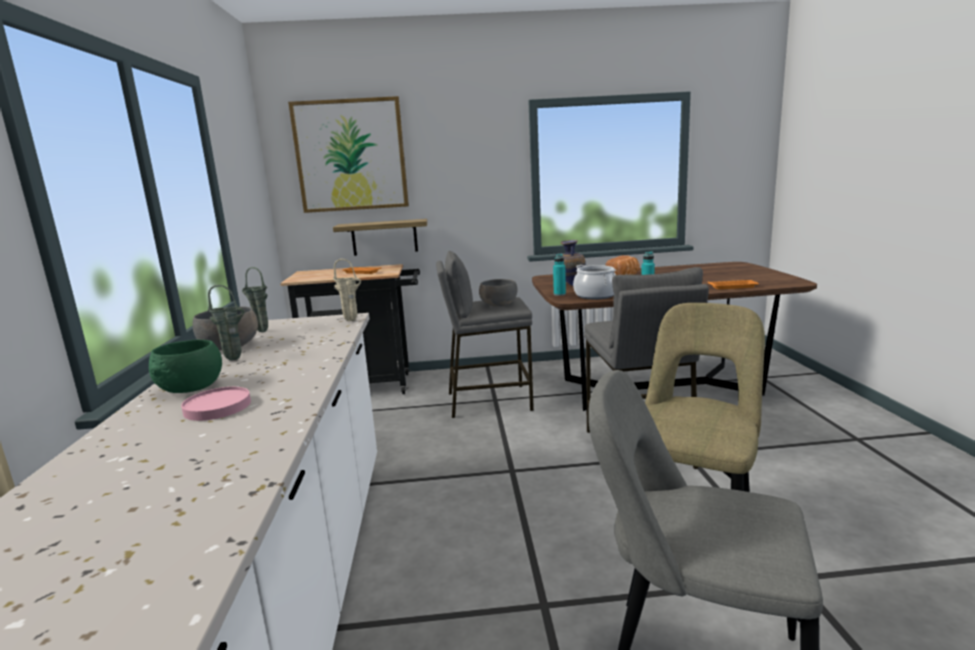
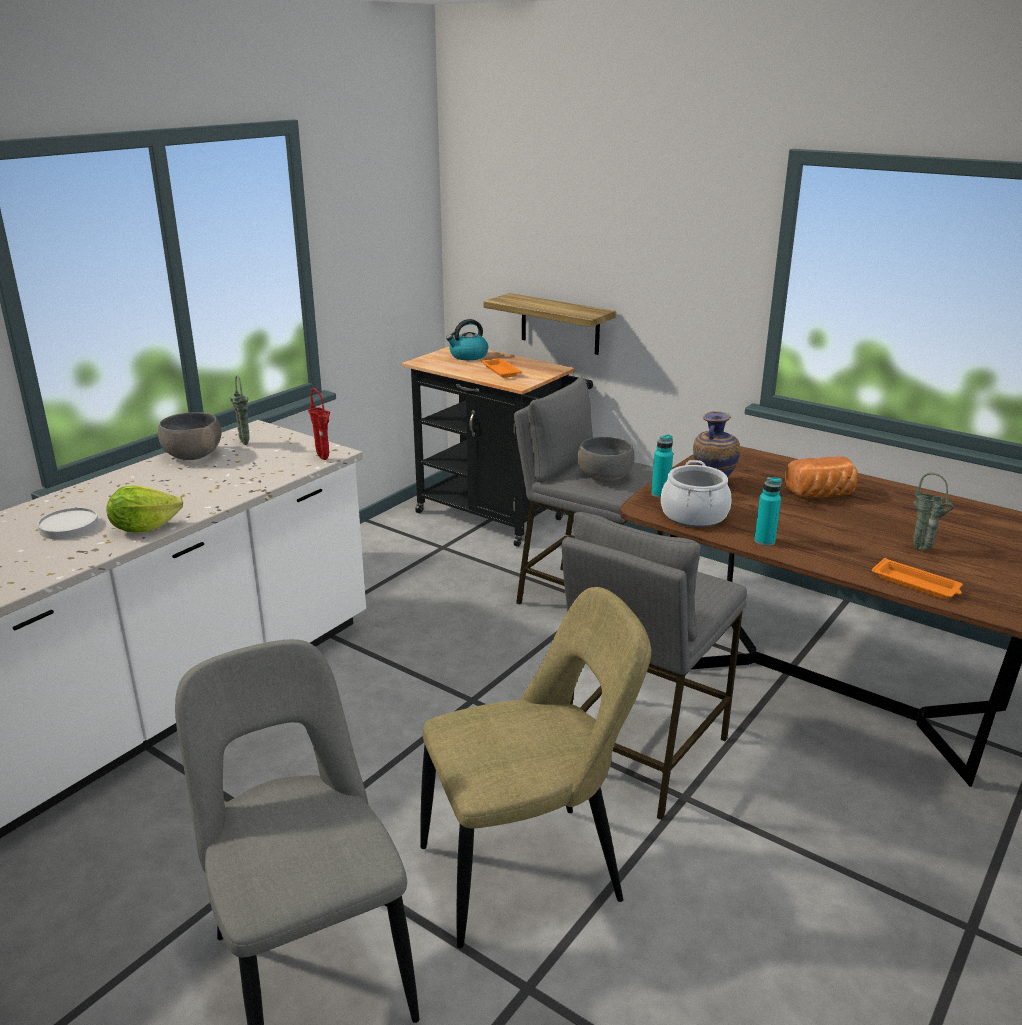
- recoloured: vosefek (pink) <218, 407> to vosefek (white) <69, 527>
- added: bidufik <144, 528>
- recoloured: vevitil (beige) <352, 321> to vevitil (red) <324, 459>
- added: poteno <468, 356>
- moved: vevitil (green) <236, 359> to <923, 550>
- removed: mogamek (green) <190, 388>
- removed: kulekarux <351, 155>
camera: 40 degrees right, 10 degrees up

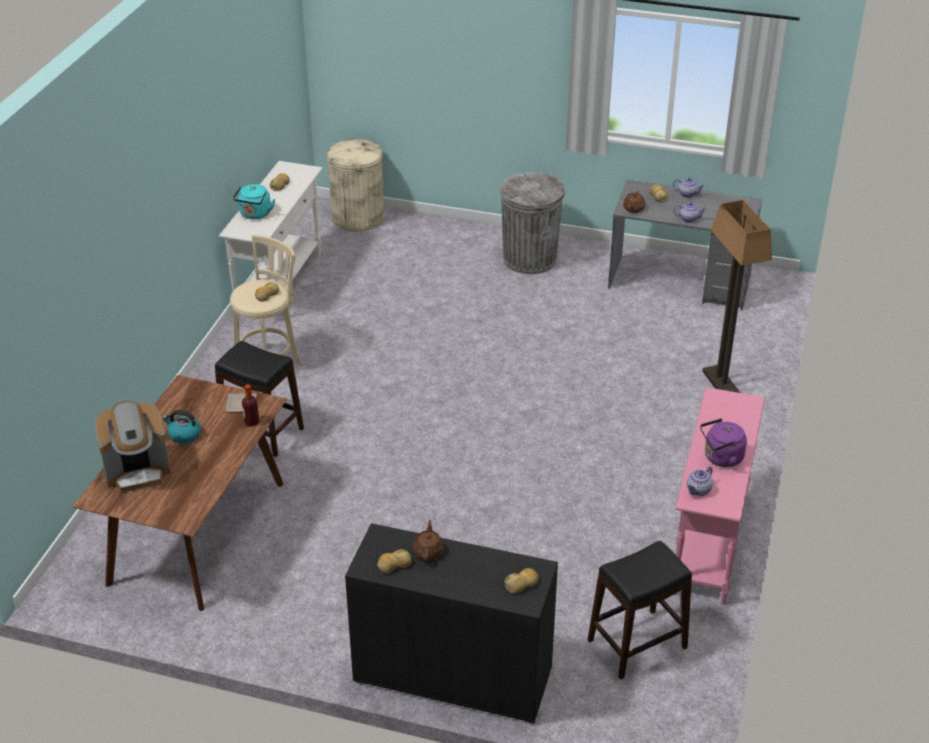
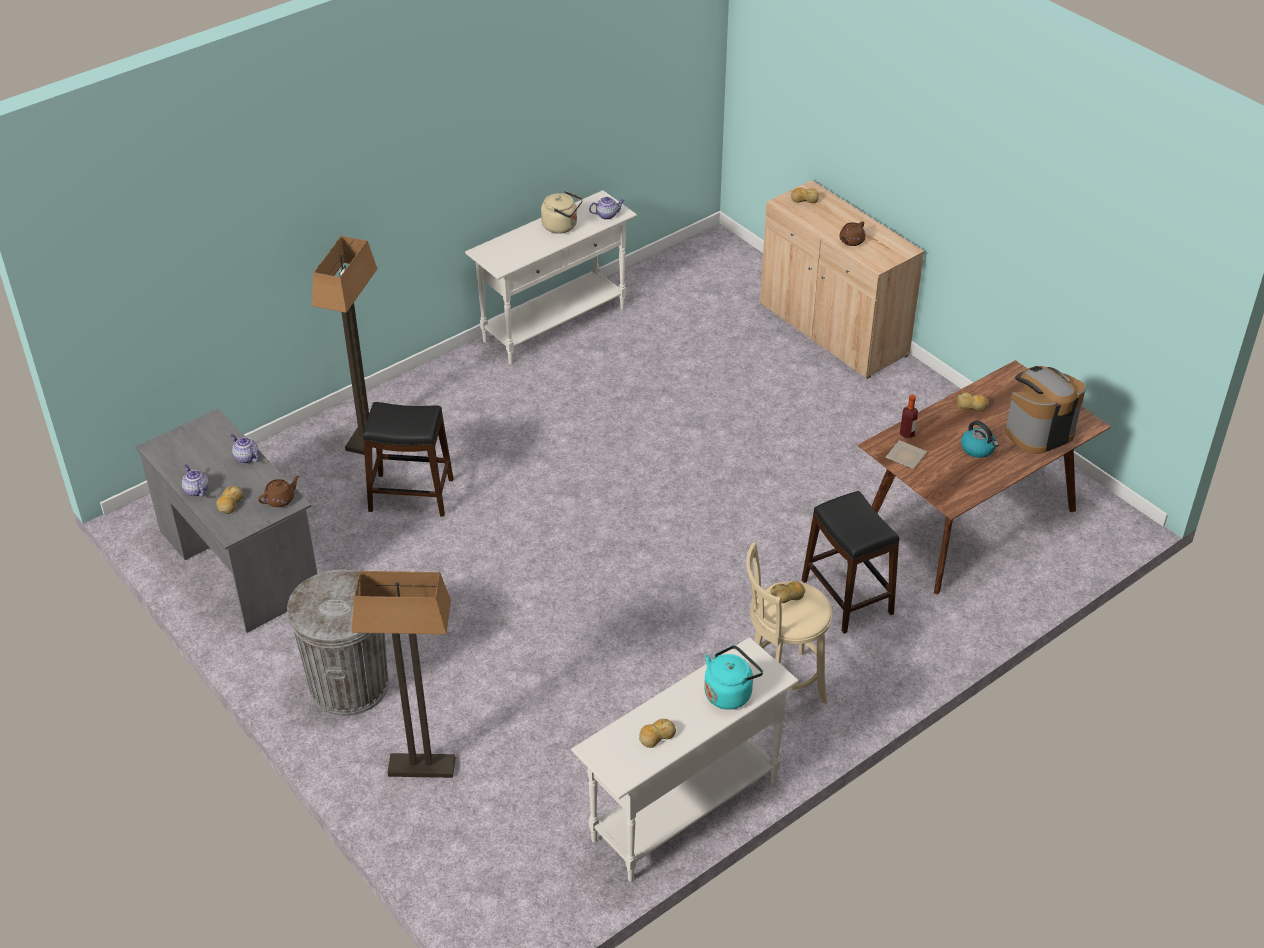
- added: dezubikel <421, 767>
- moved: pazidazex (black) <638, 644> to <411, 494>
- recoloured: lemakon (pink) <709, 544> to lemakon (white) <555, 325>
- recoloured: poteno (purple) <721, 458> to poteno (beige) <562, 226>
- recoloured: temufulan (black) <453, 675> to temufulan (beige) <833, 330>
- moved: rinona <394, 565> to <972, 405>
- turned: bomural <138, 472> = <1038, 432> 45 degrees counterclockwise
- removed: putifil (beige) <358, 217>
camera: 145 degrees left, 5 degrees up

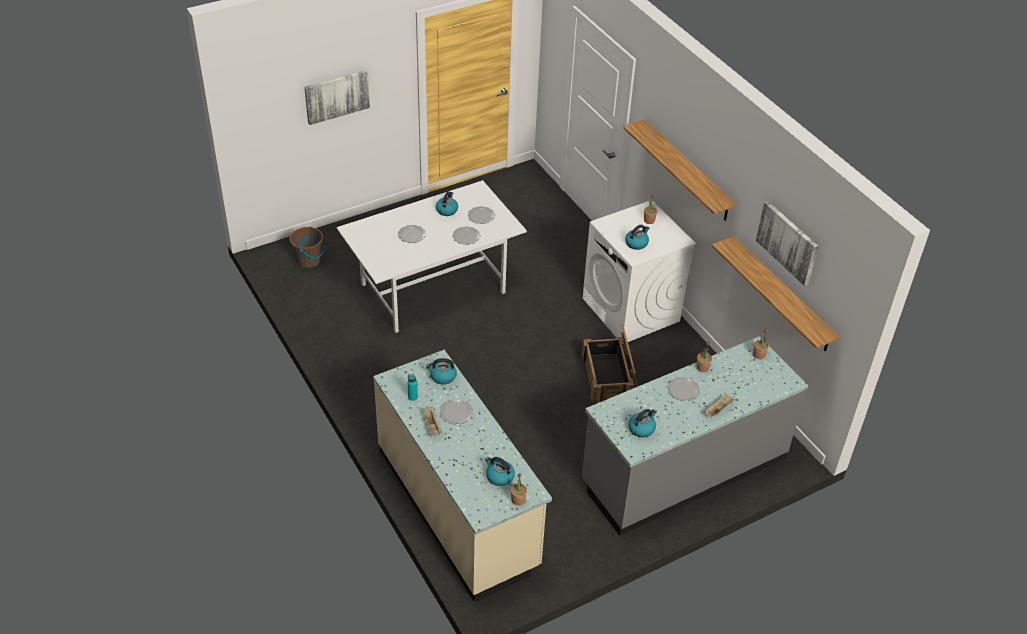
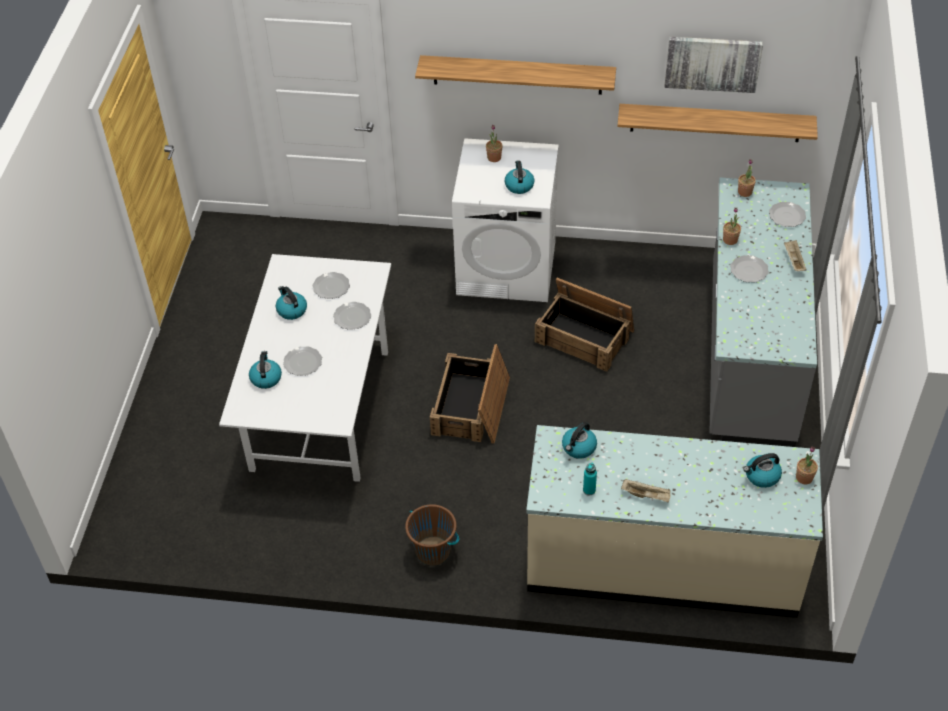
- moved: poteno <641, 428> to <266, 378>
- moved: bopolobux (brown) <309, 261> to <433, 551>
- added: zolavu <472, 407>
- moved: vosefek <457, 413> to <787, 215>
- removed: kulekarux <337, 96>
camera: 50 degrees left, 5 degrees up

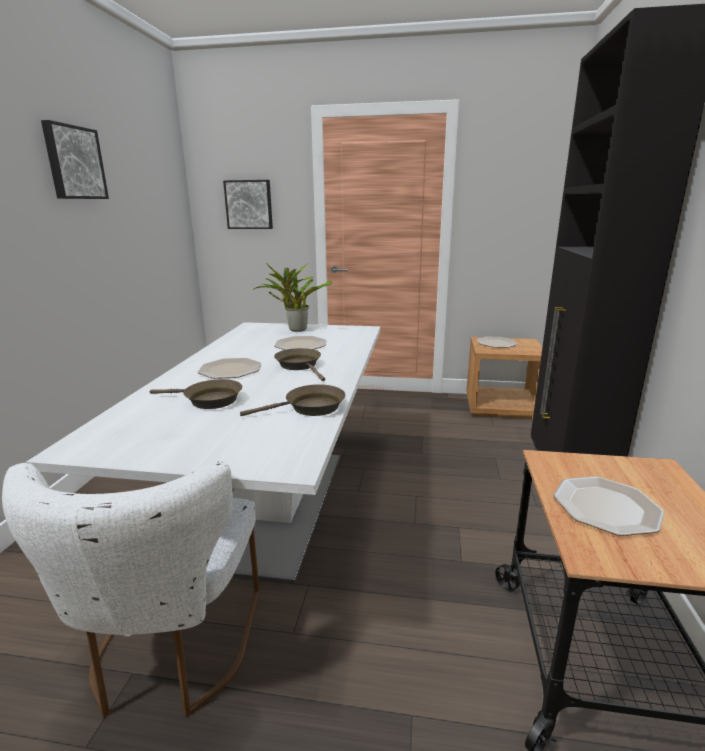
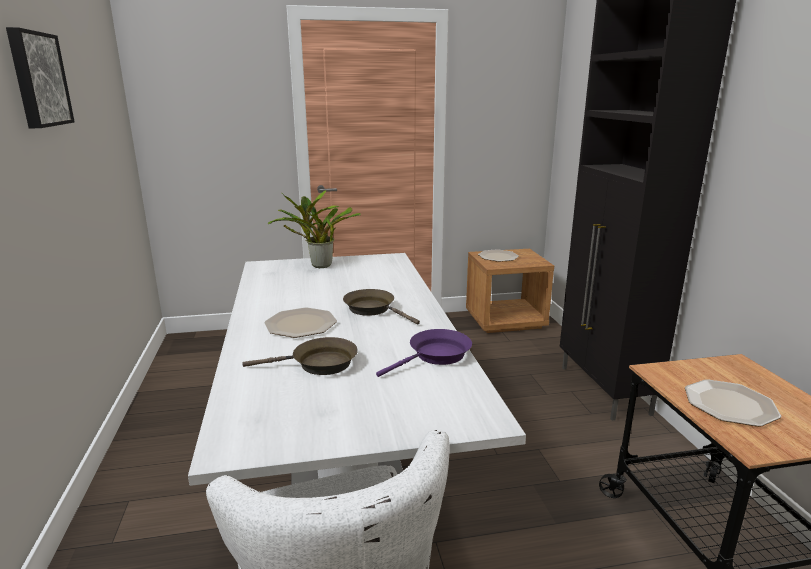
- recoloured: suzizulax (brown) <310, 408> to suzizulax (purple) <436, 356>
- removed: kulekarux <249, 204>
- removed: vosefek <301, 345>
camera: 20 degrees left, 0 degrees up

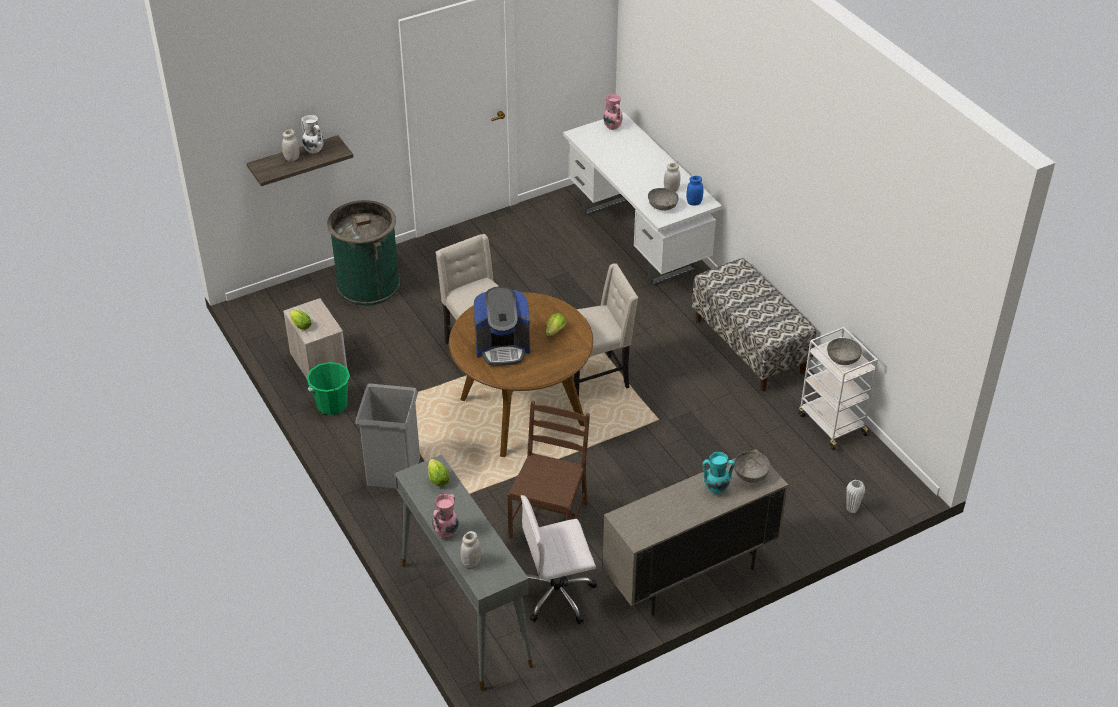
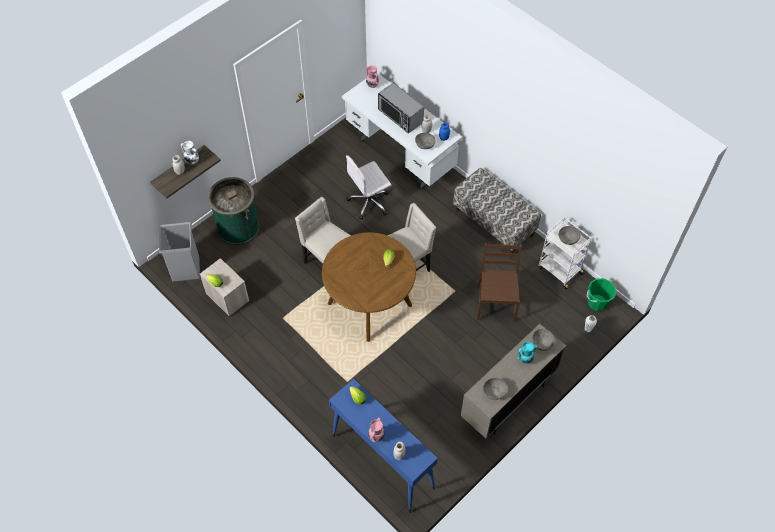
- moved: putifil (grey) <393, 471> to <185, 268>
- recoloured: lemakon (grey) <464, 613> to lemakon (blue) <382, 461>
- moved: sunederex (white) <558, 594> to <369, 202>
- added: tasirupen <400, 116>
- moved: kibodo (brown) <549, 519> to <495, 302>
- added: mogamek (grey) <494, 392>
- moved: bopolobux (green) <332, 404> to <597, 302>
- removed: bomural <502, 347>
camera: 15 degrees left, 15 degrees up

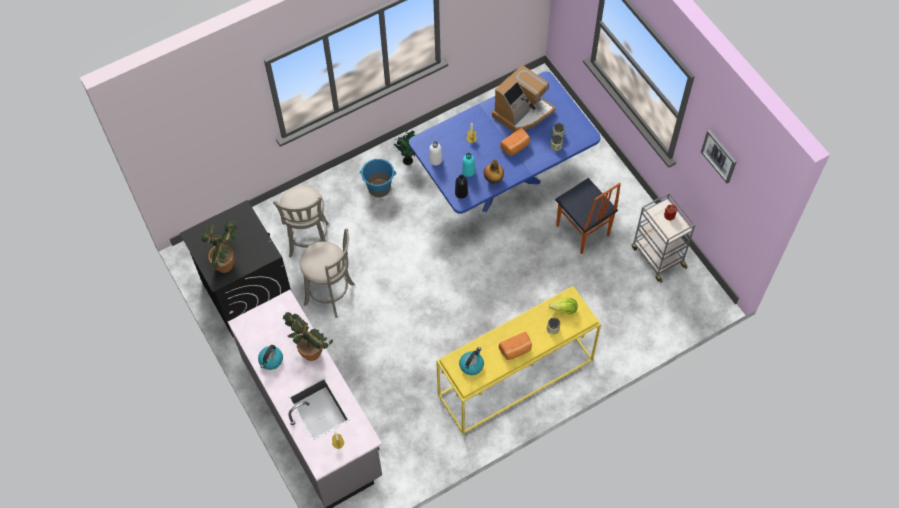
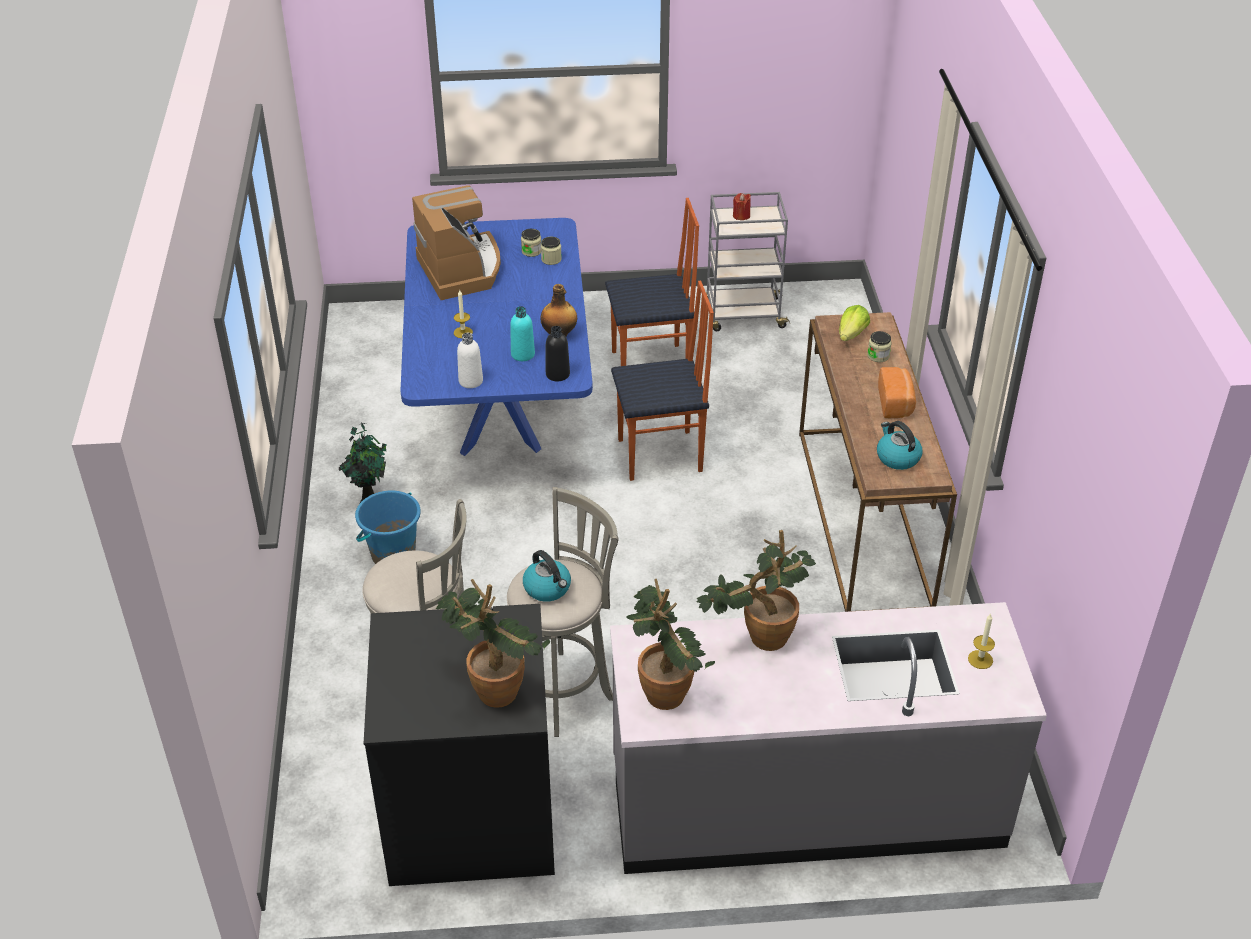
- moved: poteno <271, 360> to <548, 588>
- added: kibodo <661, 456>
- added: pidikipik <664, 687>
- recoloured: lemakon (yellow) <515, 379> to lemakon (brown) <865, 519>
- removed: rinona <516, 147>
- removed: kulekarux <719, 156>
camera: 65 degrees left, 20 degrees down

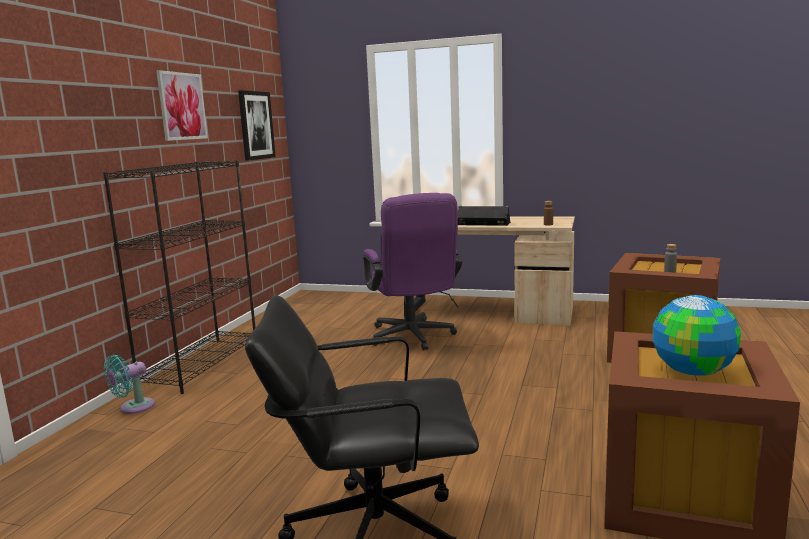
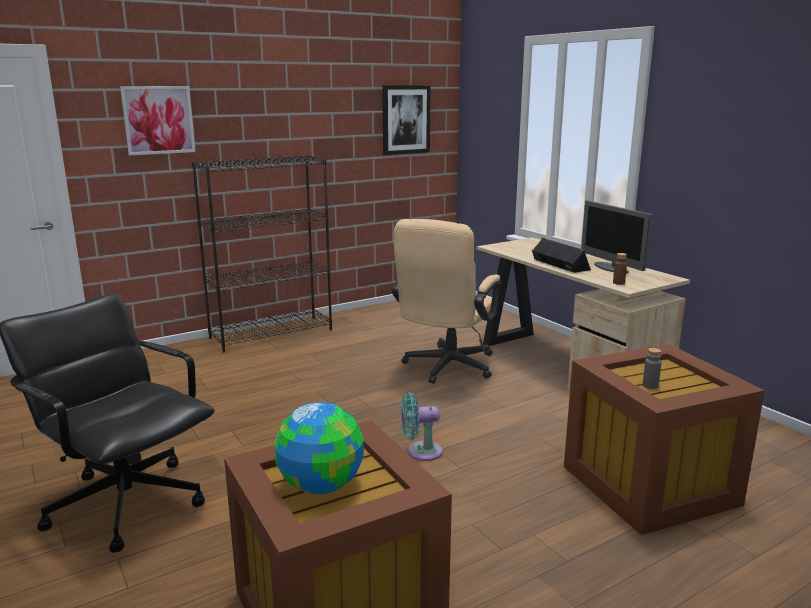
- moved: kulekarux <182, 106> to <158, 120>
- recoloured: sunederex (purple) <413, 338> to sunederex (beige) <446, 368>
- moved: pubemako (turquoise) <133, 408> to <420, 452>
- added: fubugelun <611, 268>
camera: 40 degrees right, 5 degrees up

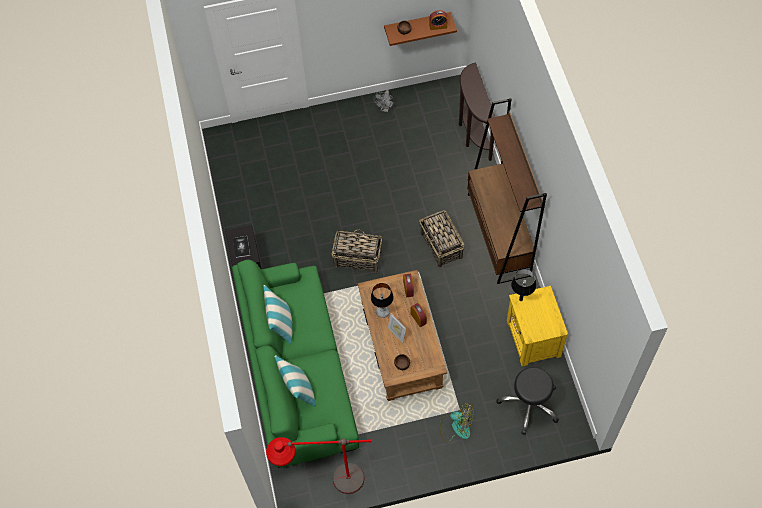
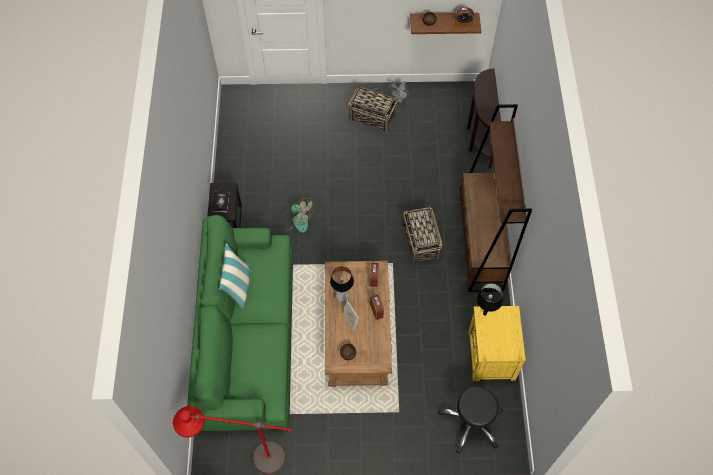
- moved: pubemako <456, 426> to <296, 220>
- moved: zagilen <357, 258> to <371, 117>
- removed: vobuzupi <298, 389>
camera: 10 degrees right, 0 degrees up

